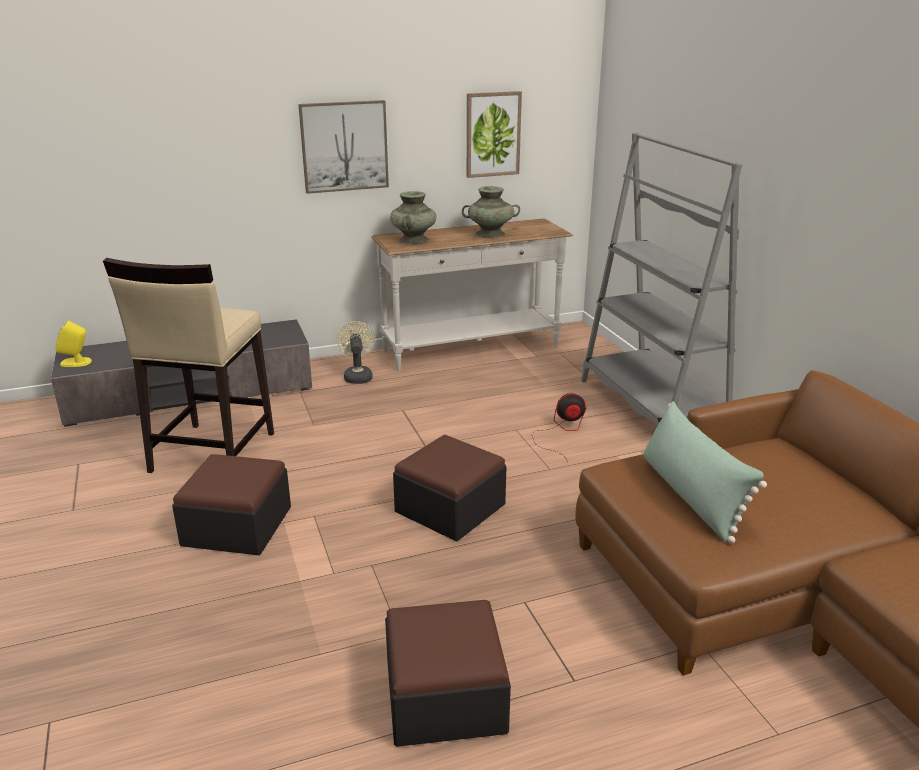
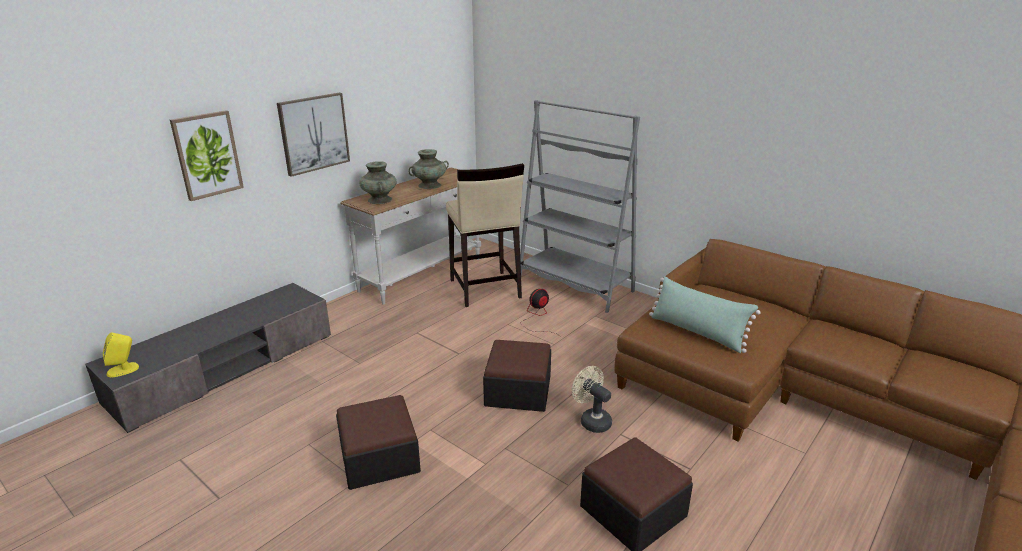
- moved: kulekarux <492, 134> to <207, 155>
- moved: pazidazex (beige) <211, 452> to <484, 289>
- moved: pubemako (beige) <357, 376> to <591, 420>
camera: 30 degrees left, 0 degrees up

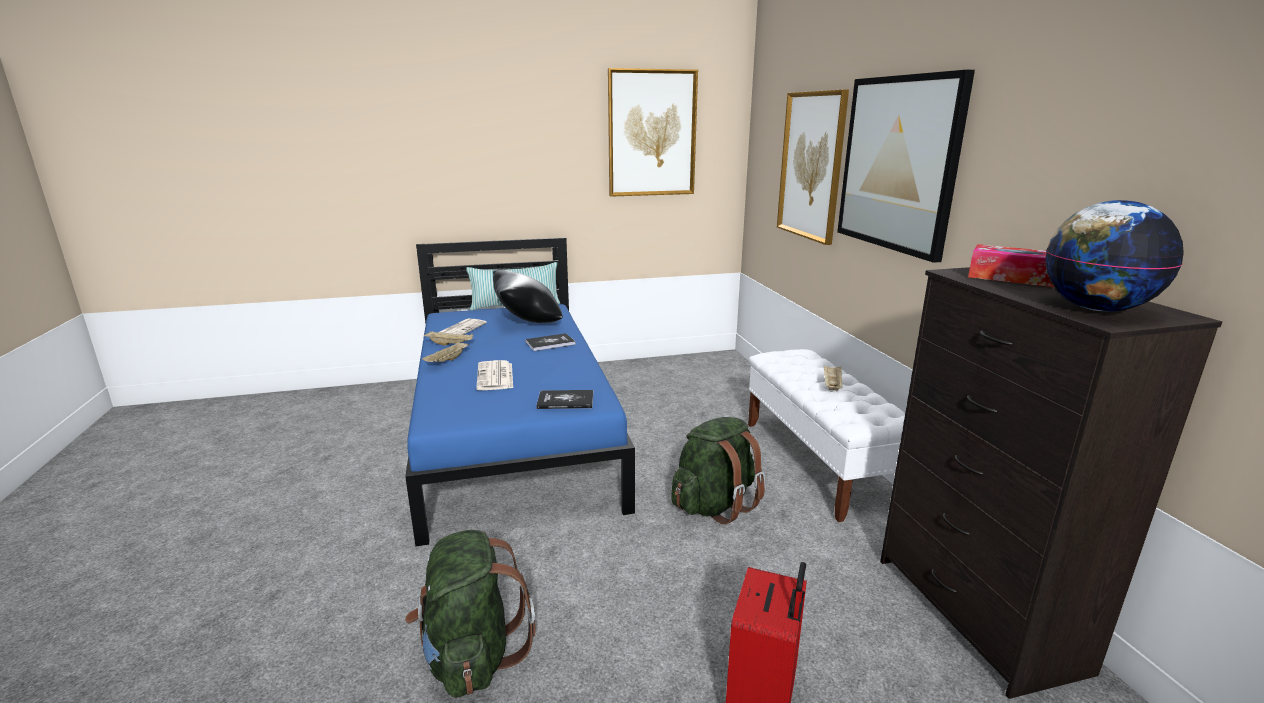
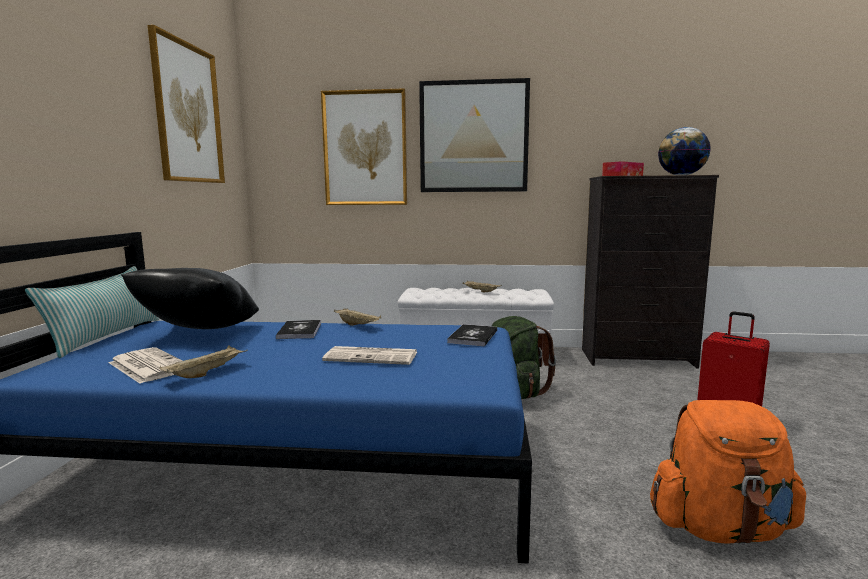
- moved: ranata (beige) <447, 361> to <358, 325>
- recoloured: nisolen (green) <472, 656> to nisolen (orange) <720, 528>
camera: 70 degrees left, 10 degrees down

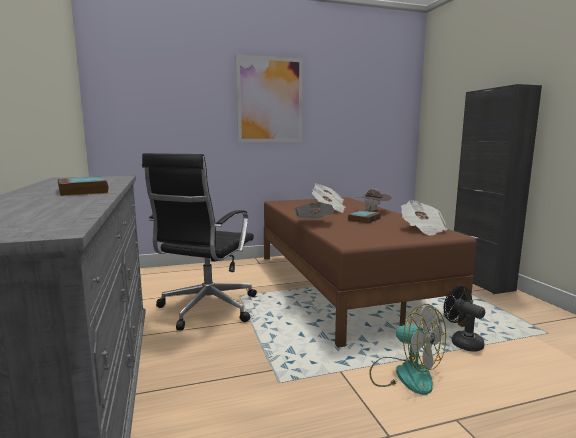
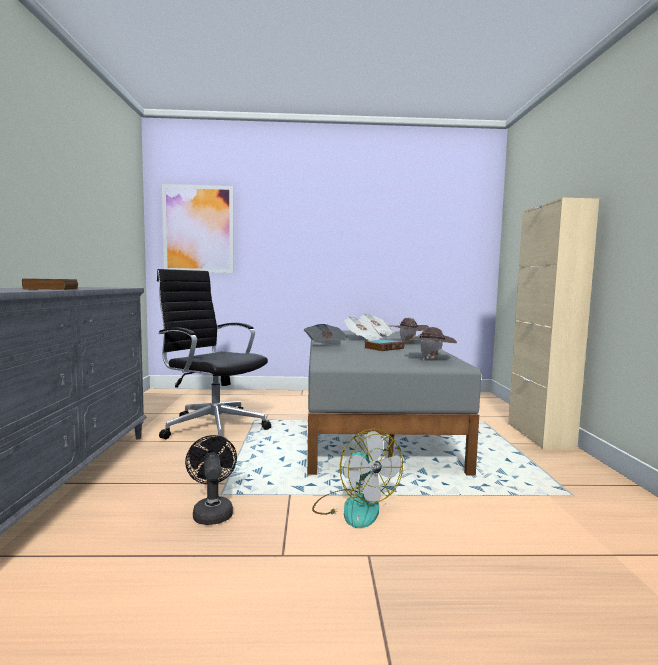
- turned: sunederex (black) <206, 309> = <213, 427> 90 degrees clockwise
- moved: kulekarux <270, 100> to <198, 229>
- moved: pubemako (black) <462, 342> to <212, 511>
- recoloured: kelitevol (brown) <344, 284> to kelitevol (grey) <371, 421>
- replaced: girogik <422, 230> to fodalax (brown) <431, 359>
- recoloured: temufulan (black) <481, 281> to temufulan (beige) <539, 436>
camera: 15 degrees right, 5 degrees down

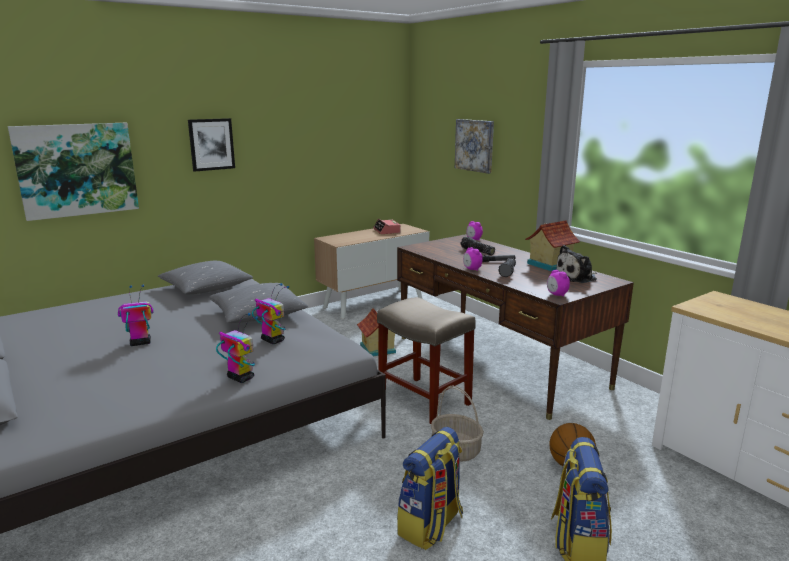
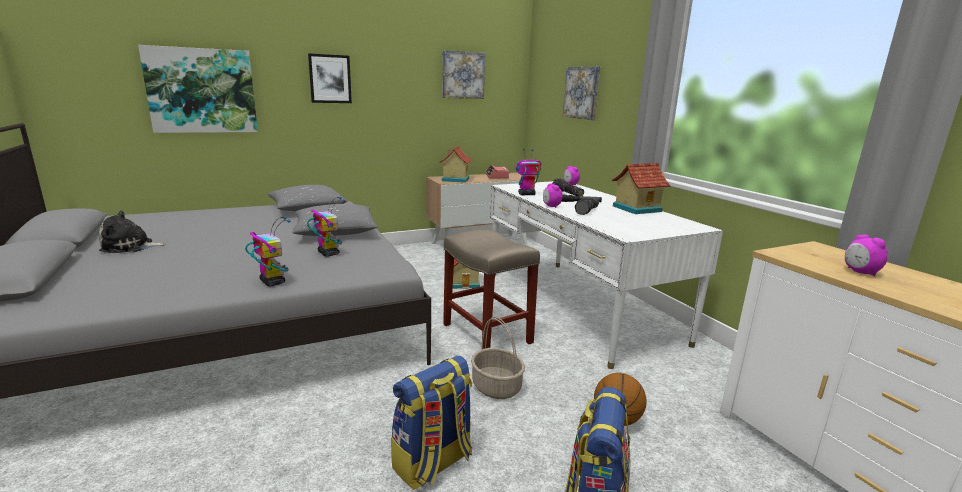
- moved: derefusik <577, 277> to <130, 247>
- added: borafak <454, 179>
- added: kulekarux <463, 75>
- recoloured: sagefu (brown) <498, 361> to sagefu (white) <578, 306>
- moved: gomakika <140, 343> to <526, 194>
- moved: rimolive <556, 294> to <860, 272>
camera: 10 degrees right, 0 degrees up

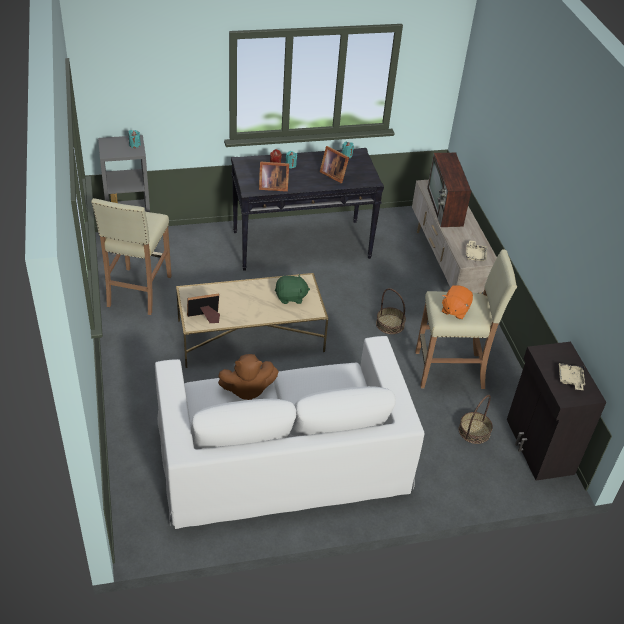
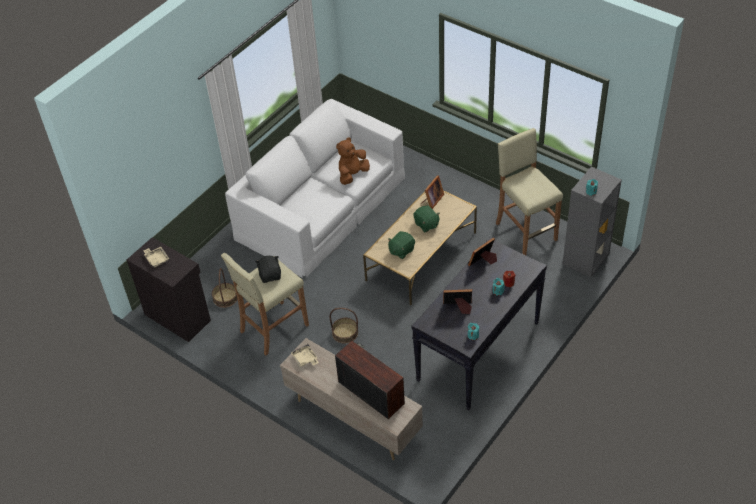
- recoloured: derefusik (orange) <455, 310> to derefusik (black) <270, 275>
- added: derefusik (green) <426, 224>
camera: 145 degrees right, 5 degrees up

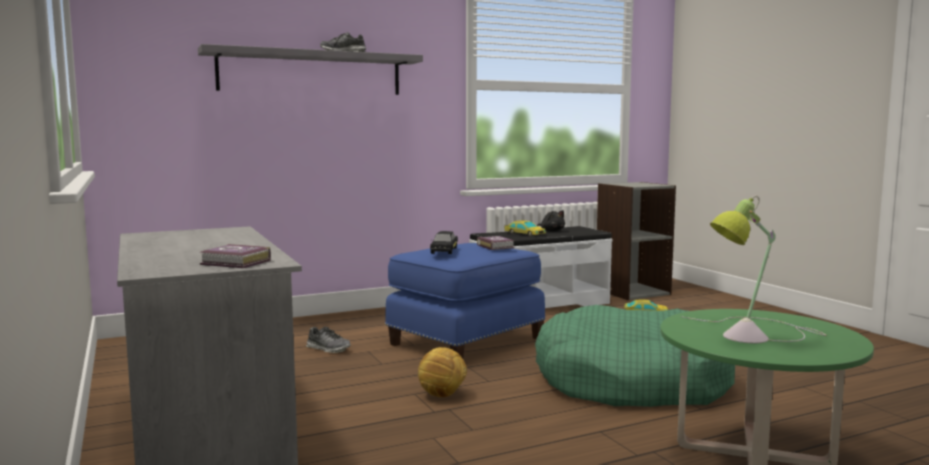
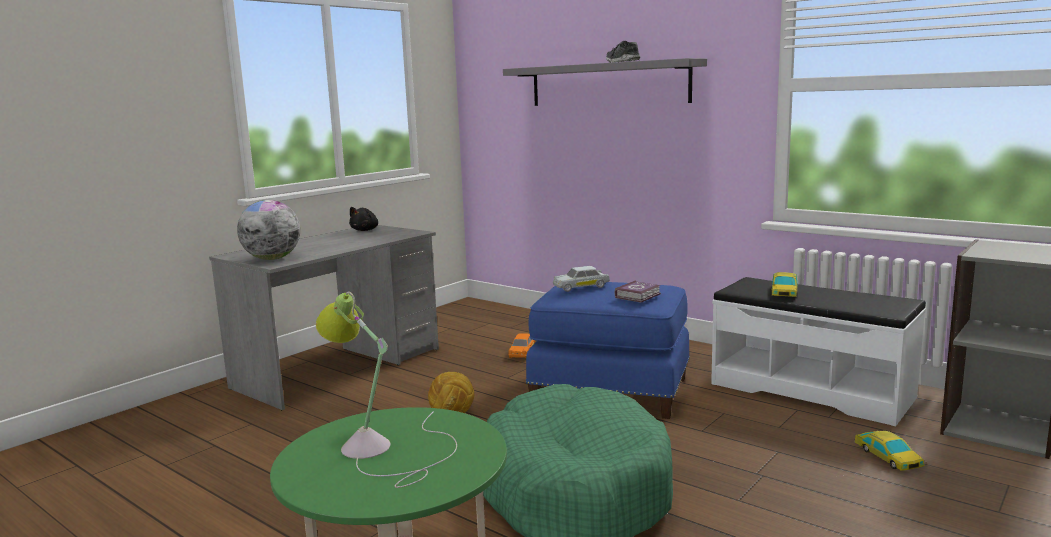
- replaced: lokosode <236, 262> to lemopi <272, 259>
- moved: derefusik (black) <551, 231> to <365, 230>
- replaced: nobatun <328, 349> to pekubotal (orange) <522, 352>
- recoloured: pekubotal (black) <444, 250> to pekubotal (white) <581, 287>
camera: 65 degrees right, 5 degrees up

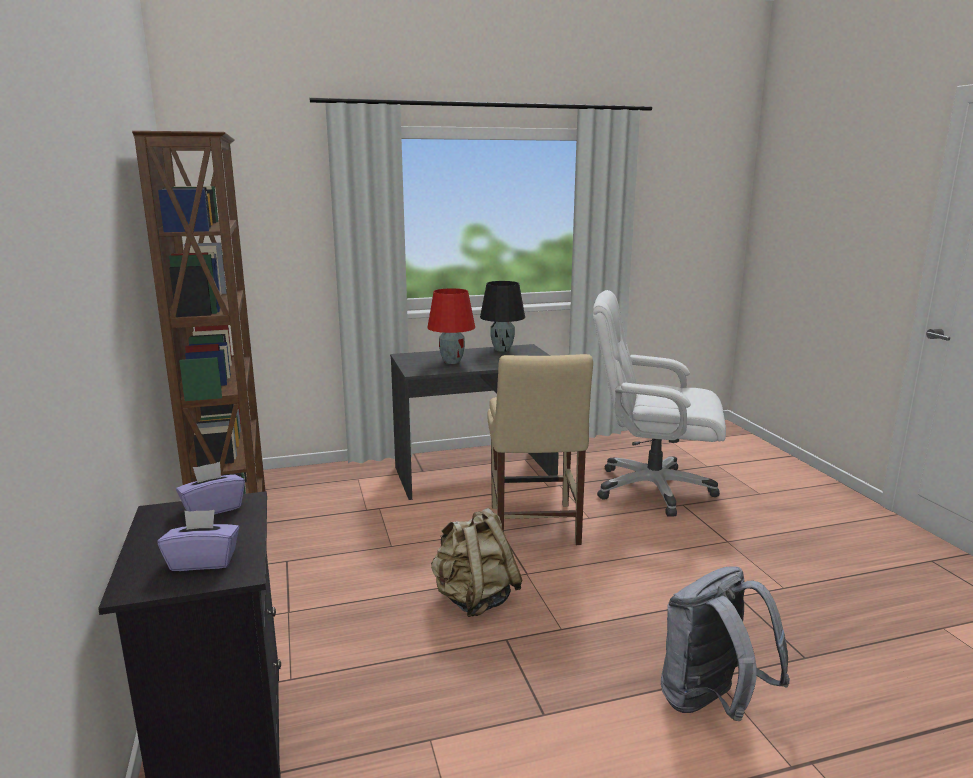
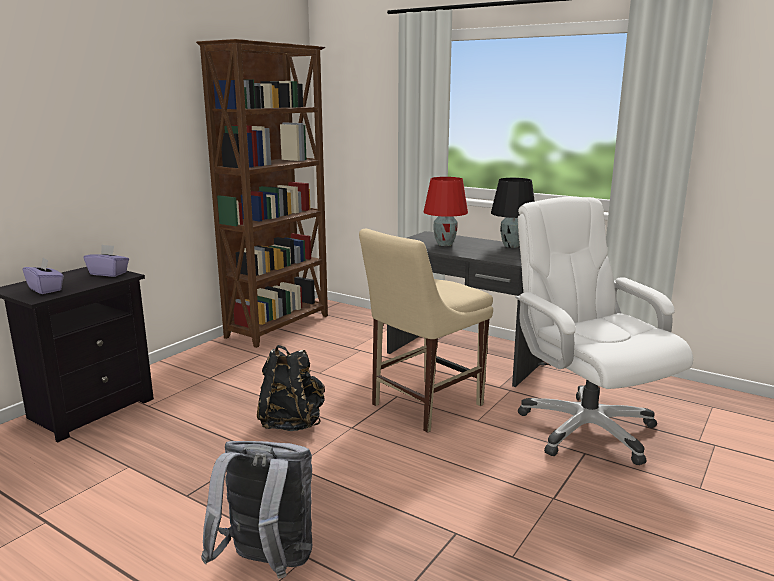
- recoloured: nisolen (beige) <474, 599> to nisolen (black) <292, 422>
camera: 50 degrees right, 0 degrees up

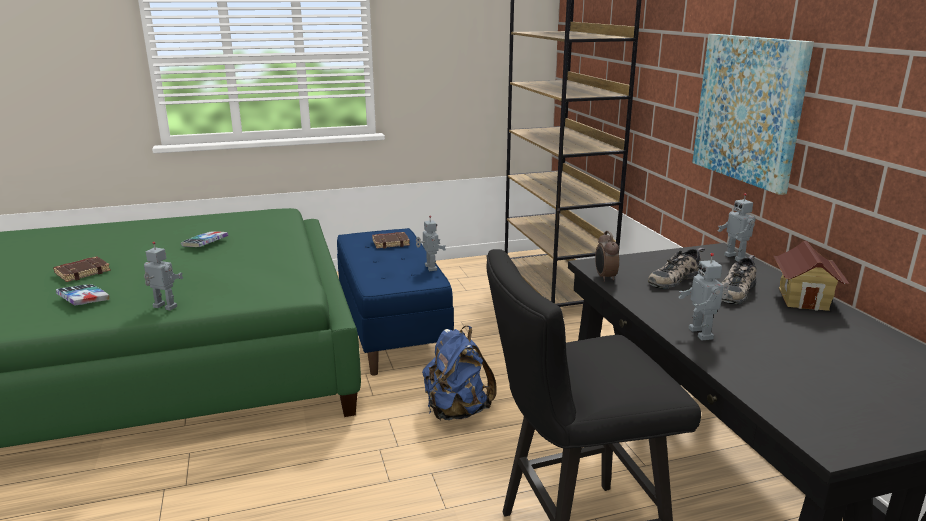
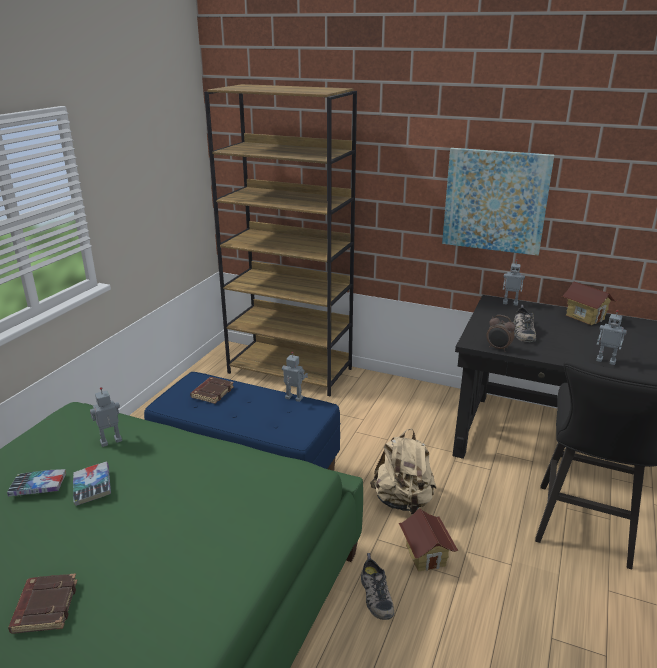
- moved: lokosode <83, 299> to <38, 487>
- moved: gomakika <164, 307> to <111, 442>
- moved: nobatun <735, 291> to <375, 595>
- recoloured: nisolen (blue) <456, 411> to nisolen (beige) <403, 501>
- added: borafak <426, 555>
camera: 50 degrees left, 5 degrees up

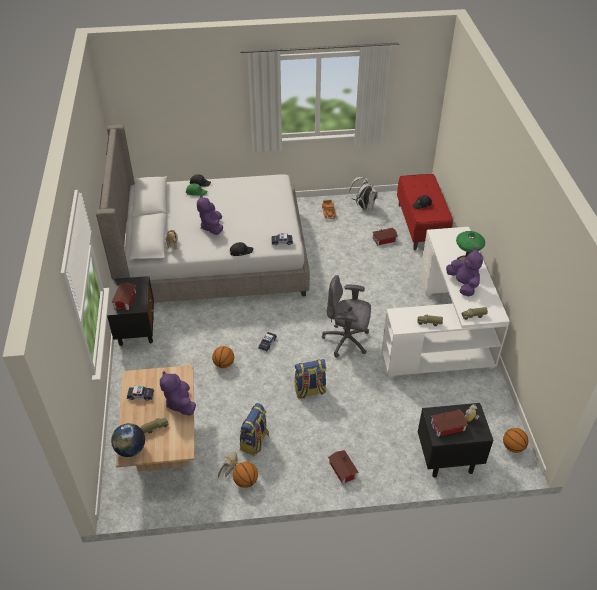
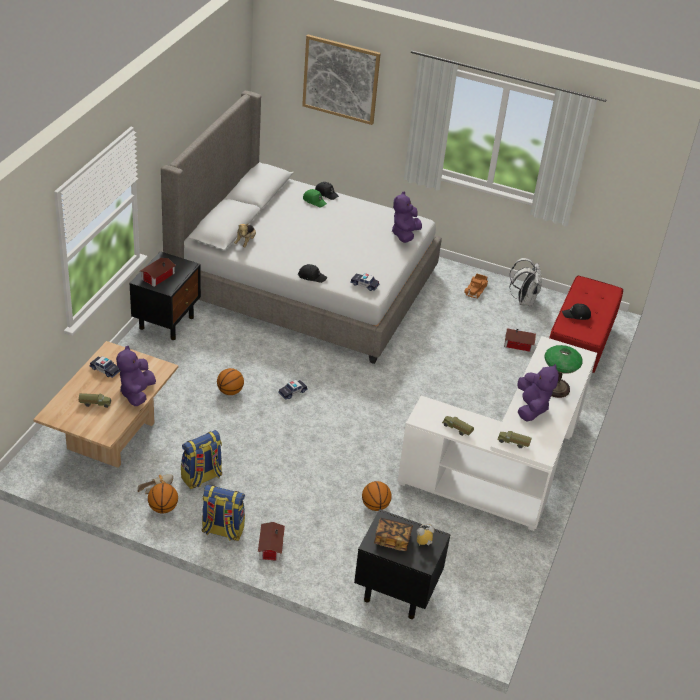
- moved: nisolen <310, 391> to <222, 530>
- added: kulekarux <341, 79>
- moved: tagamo <513, 447> to <375, 506>
- replaced: borafak <449, 427> to lokosode <392, 540>
- moved: derefusik (purple) <212, 227> to <405, 235>
- removed: lemopi <130, 449>
- removed: sunederex (grey) <347, 341>
camera: 25 degrees right, 5 degrees down

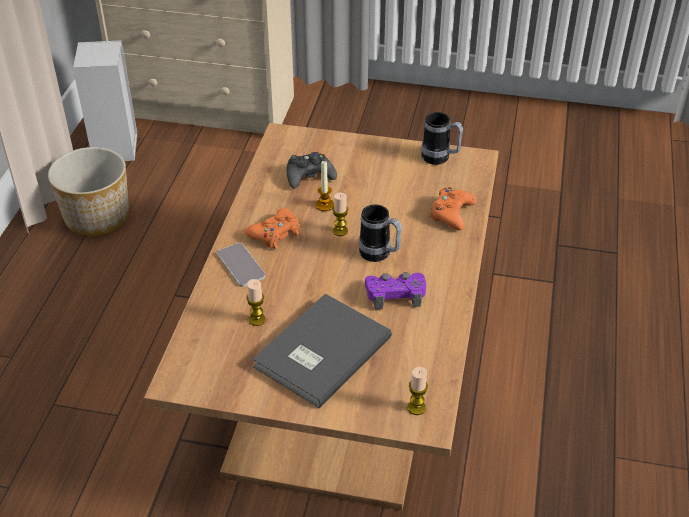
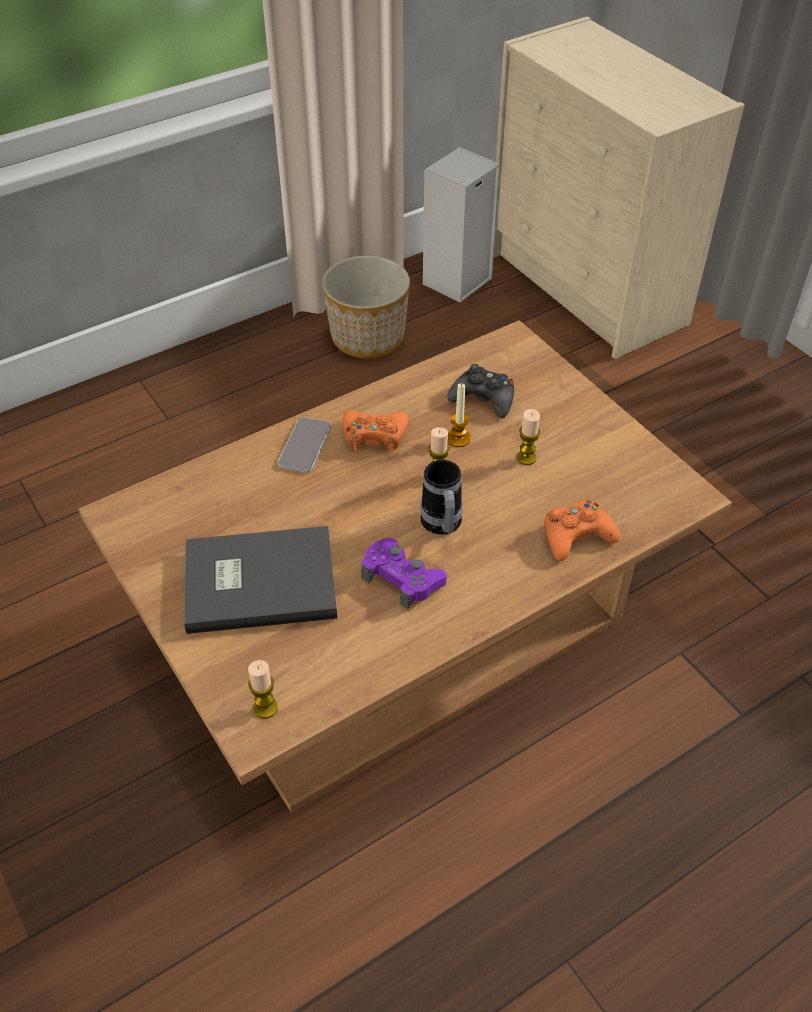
- moved: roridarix <257, 319> to <526, 458>
- removed: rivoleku <440, 158>
camera: 45 degrees right, 5 degrees up

